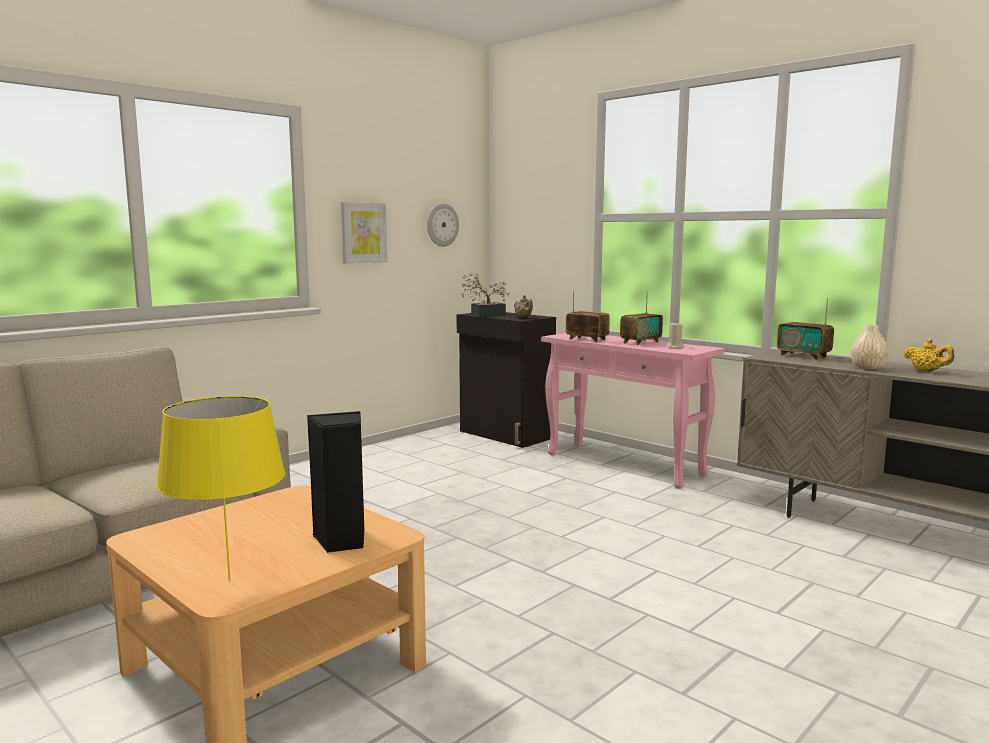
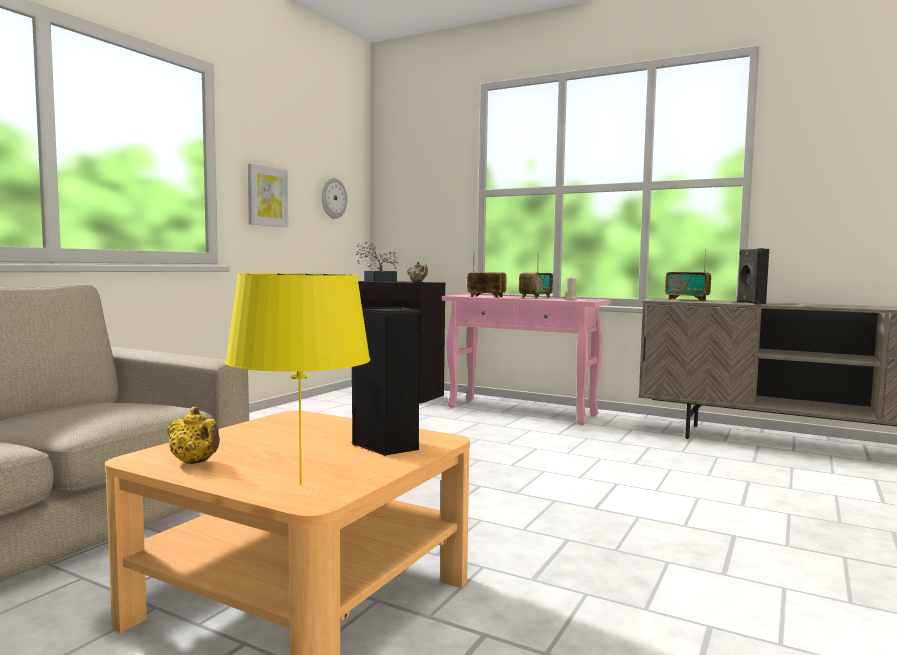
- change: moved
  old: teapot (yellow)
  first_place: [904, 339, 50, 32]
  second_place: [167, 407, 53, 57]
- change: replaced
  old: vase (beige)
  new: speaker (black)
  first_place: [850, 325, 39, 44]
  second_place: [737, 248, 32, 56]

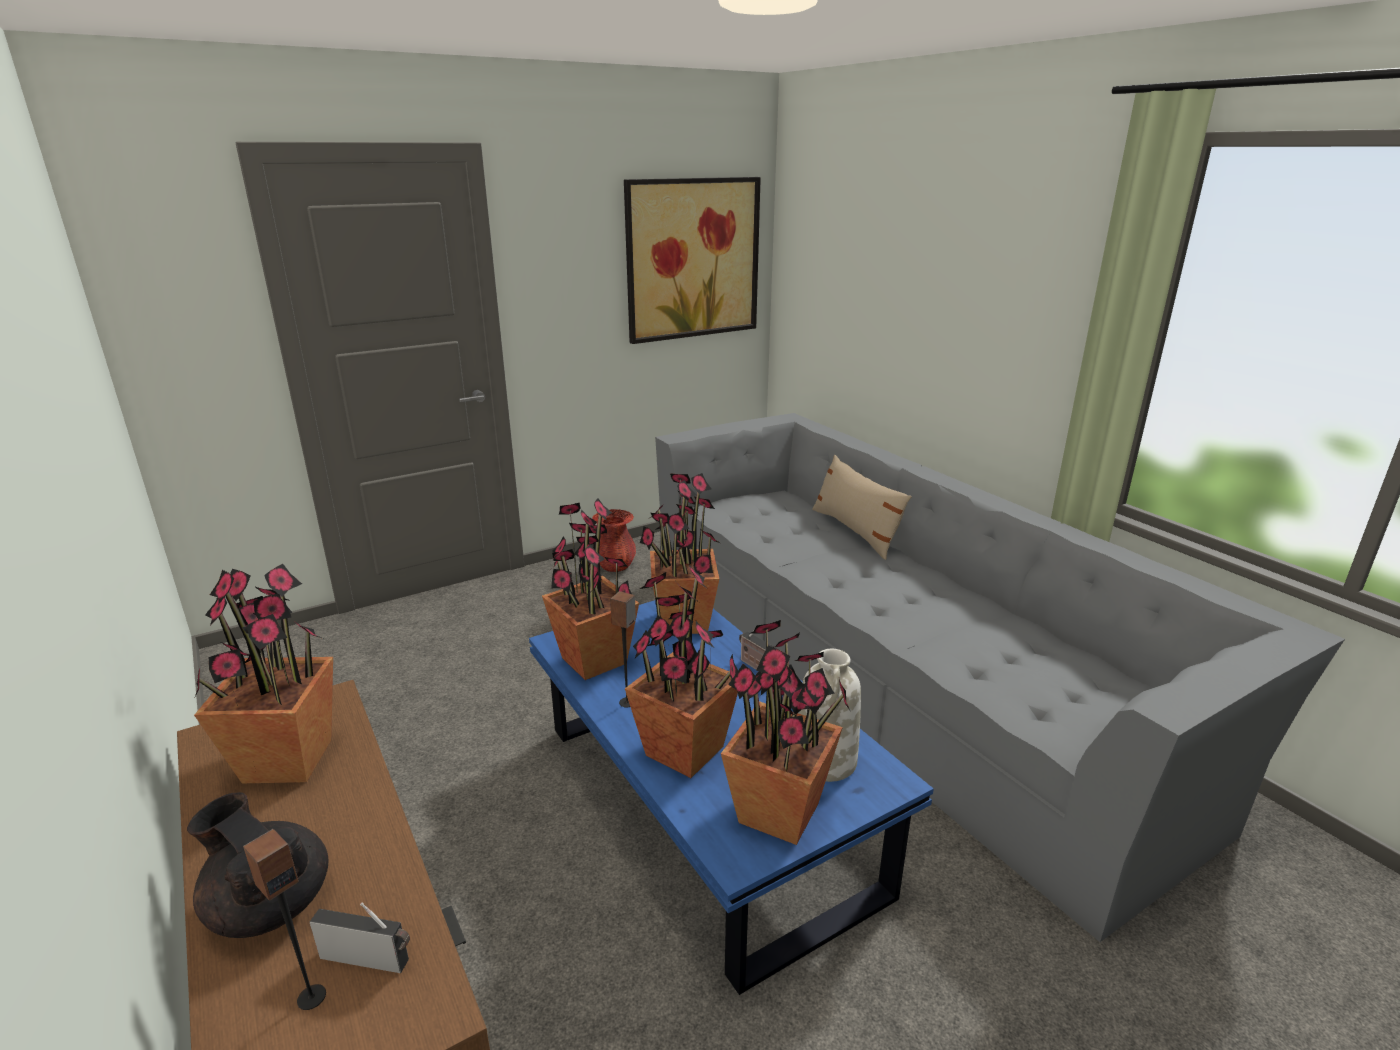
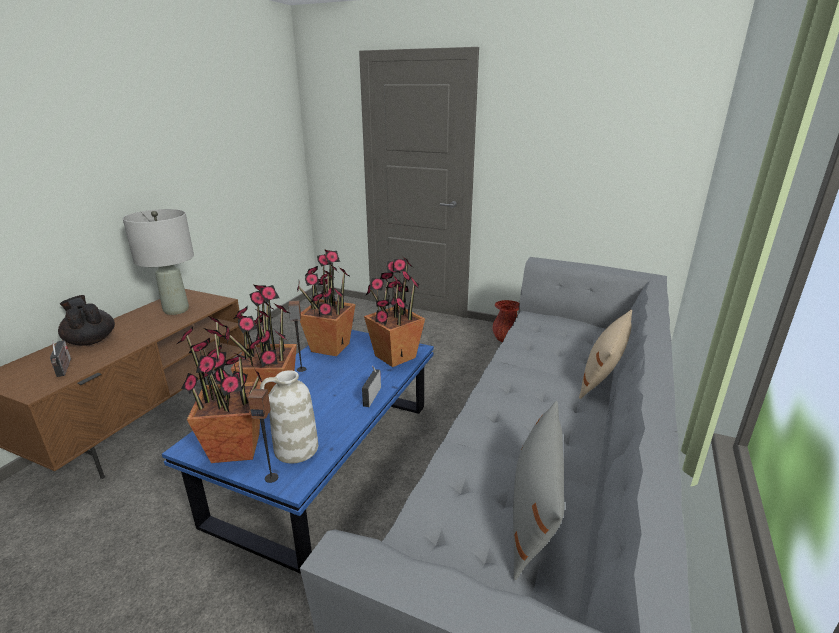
- change: removed
  old: picture
  first_place: [624, 177, 137, 167]
- change: added
  new: pillow (grey)
  second_place: [513, 401, 51, 179]
- change: moved
  old: speaker
  first_place: [243, 829, 83, 181]
  second_place: [248, 389, 30, 94]
- change: replaced
  old: potted plant
  new: table lamp (grey)
  first_place: [194, 563, 139, 220]
  second_place: [123, 209, 71, 106]
- change: turned
  old: teapot (black)
  first_place: [187, 792, 141, 146]
  second_place: [58, 295, 57, 51]
  degrees: -45

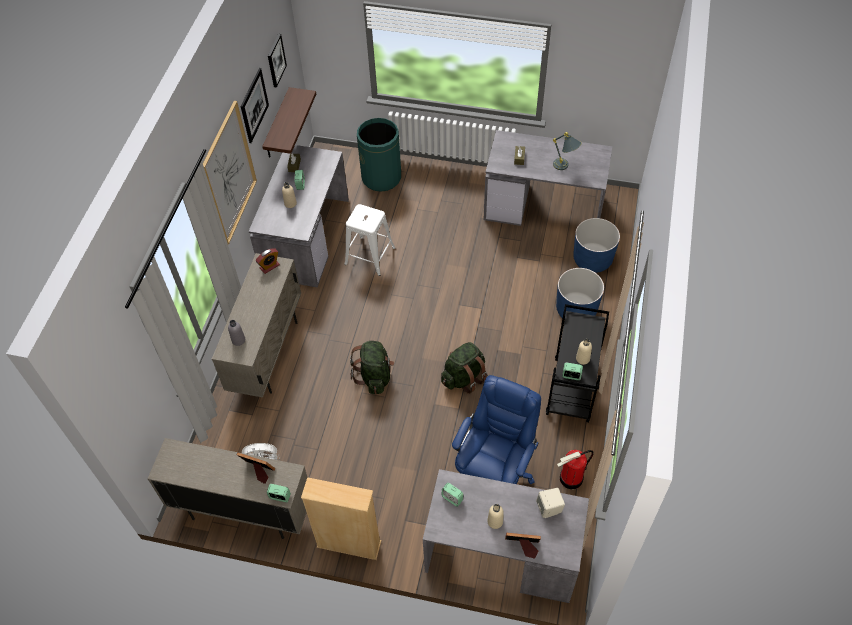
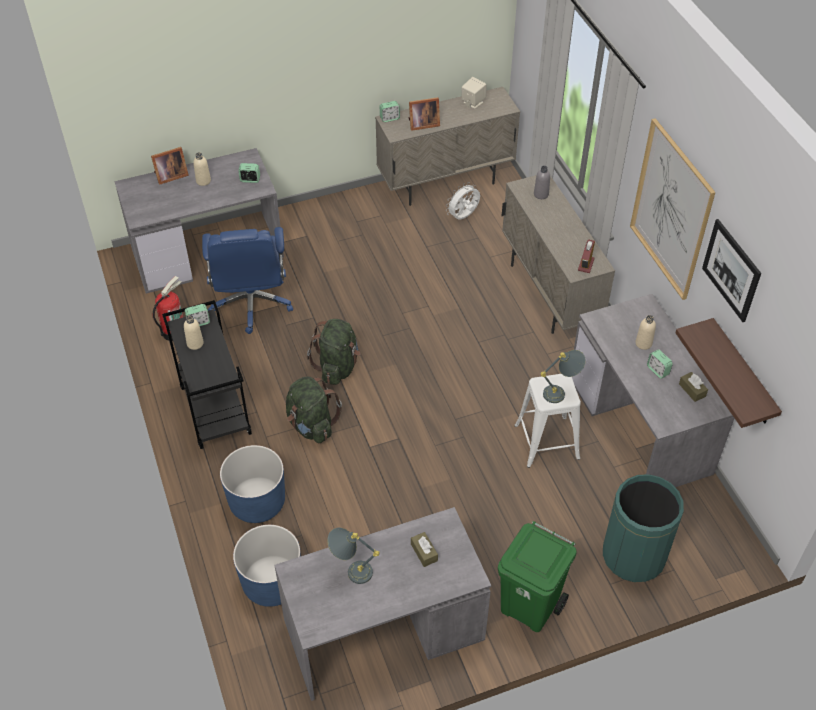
- change: removed
  old: picture
  first_place: [268, 34, 19, 54]
- change: removed
  old: bookcase (beige)
  first_place: [301, 477, 80, 83]
- change: added
  new: trash can (green)
  second_place: [498, 521, 79, 111]
- change: added
  new: table lamp (grey)
  second_place: [540, 350, 46, 53]
- change: moved
  old: backpack (green)
  first_place: [350, 341, 44, 53]
  second_place: [286, 376, 56, 67]
- change: moved
  old: speaker (beige)
  first_place: [536, 488, 29, 30]
  second_place: [461, 77, 25, 31]

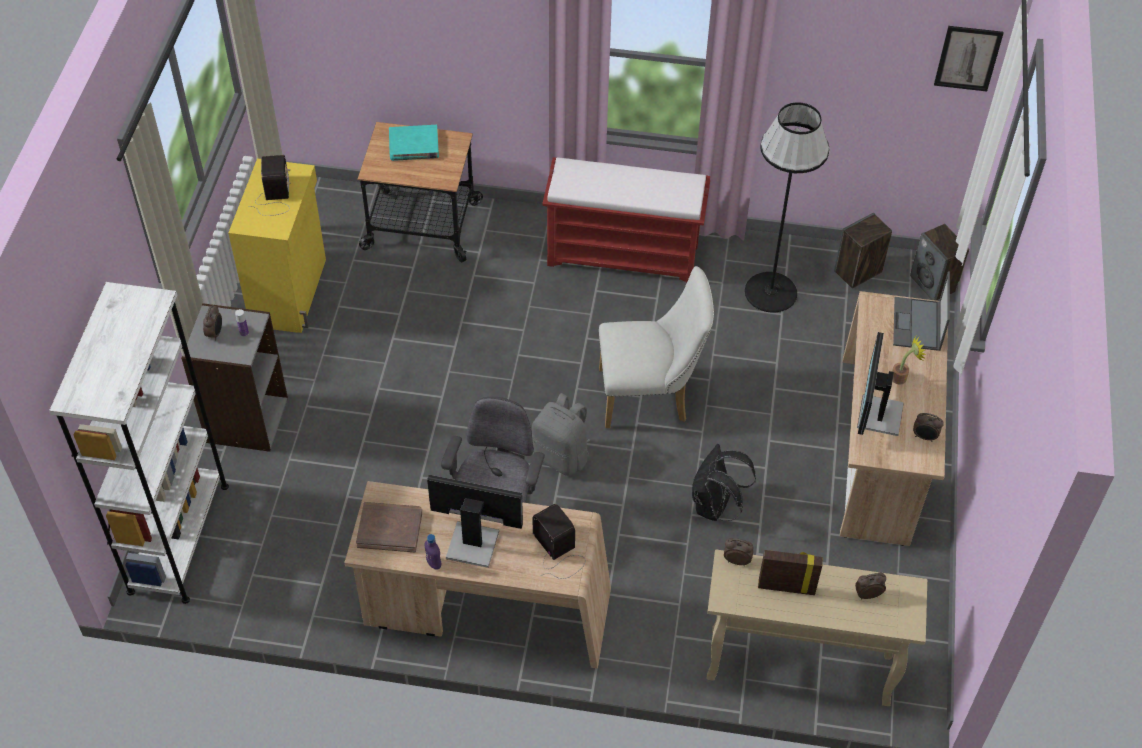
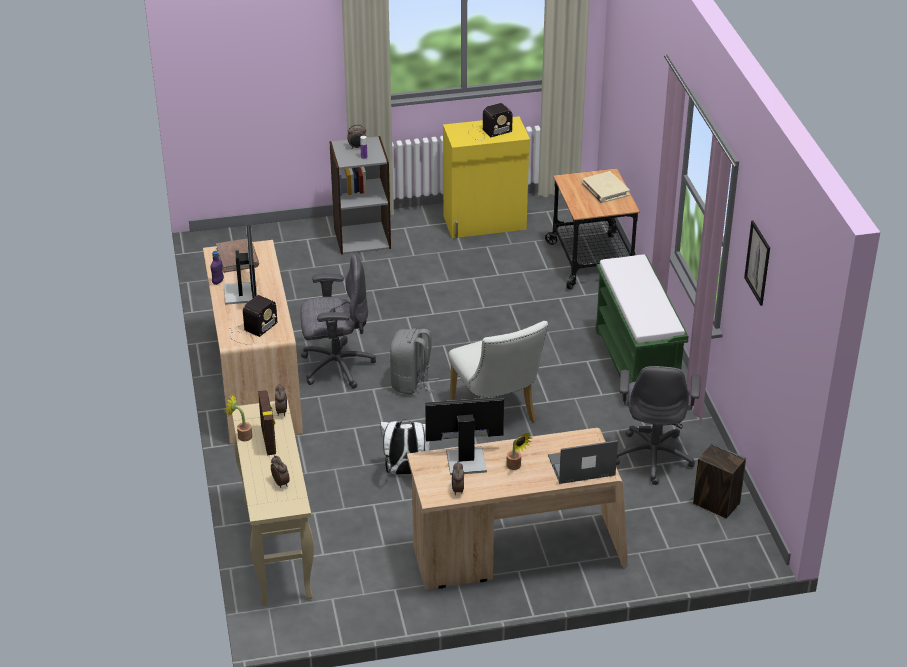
- change: removed
  old: bookcase (white)
  first_place: [49, 282, 180, 322]
- change: removed
  old: speaker
  first_place: [910, 224, 59, 77]
- change: added
  new: potted plant
  second_place: [225, 395, 27, 46]
- change: moved
  old: picture
  first_place: [934, 26, 70, 66]
  second_place: [744, 221, 26, 85]
- change: replaced
  old: floor lamp (black)
  new: office chair (grey)
  first_place: [745, 102, 84, 210]
  second_place: [616, 366, 85, 119]
- change: recoloured
  old: book (turquoise)
  new: book (beige)
  first_place: [389, 125, 50, 36]
  second_place: [582, 171, 48, 32]
- change: recoloured
  old: bench (red)
  new: bench (green)
  first_place: [542, 157, 168, 126]
  second_place: [595, 255, 93, 129]
- change: recoloured
  old: backpack (black)
  new: backpack (white)
  first_place: [692, 444, 64, 77]
  second_place: [380, 419, 50, 56]

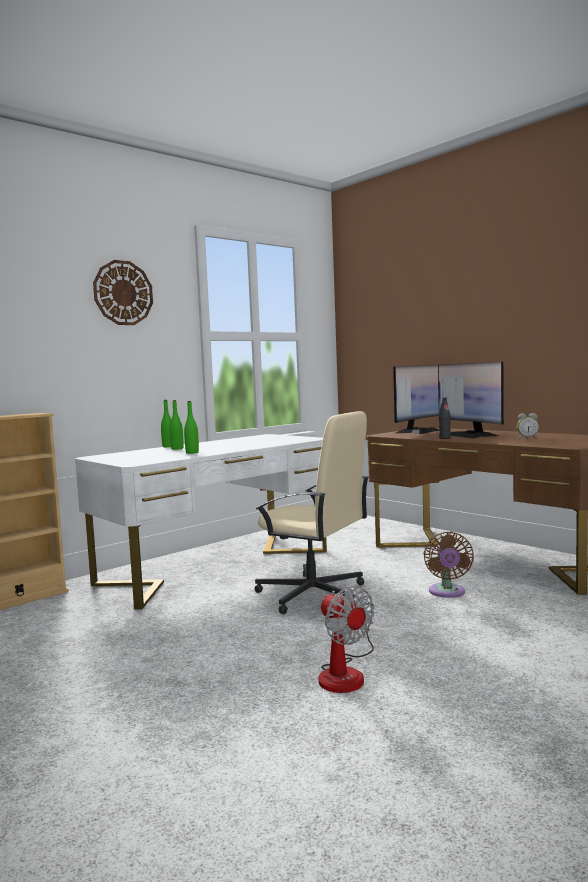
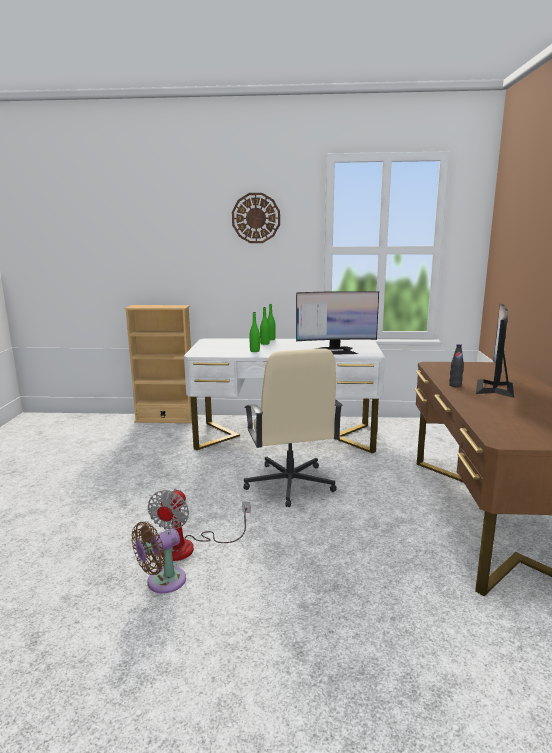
- change: removed
  old: alarm clock
  first_place: [517, 413, 22, 26]
- change: moved
  old: monitor
  first_place: [393, 365, 46, 69]
  second_place: [296, 291, 83, 64]
- change: moved
  old: fan (brown)
  first_place: [424, 531, 50, 67]
  second_place: [131, 522, 55, 71]

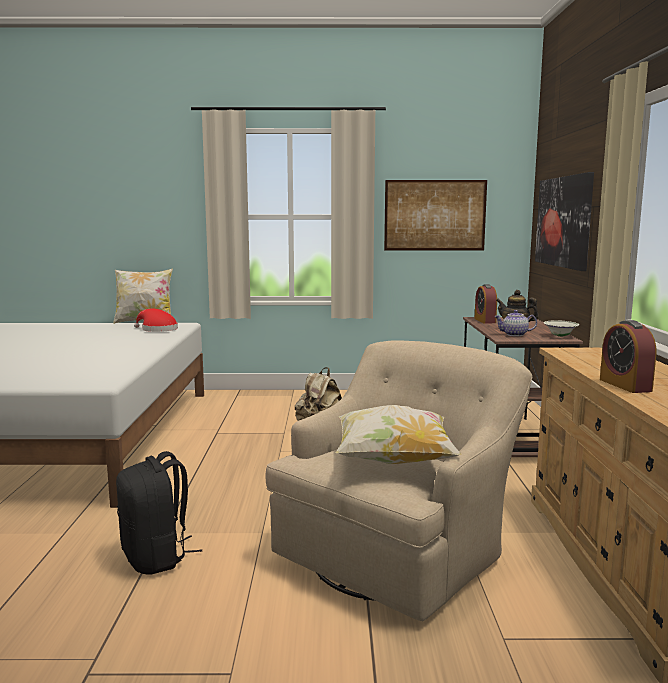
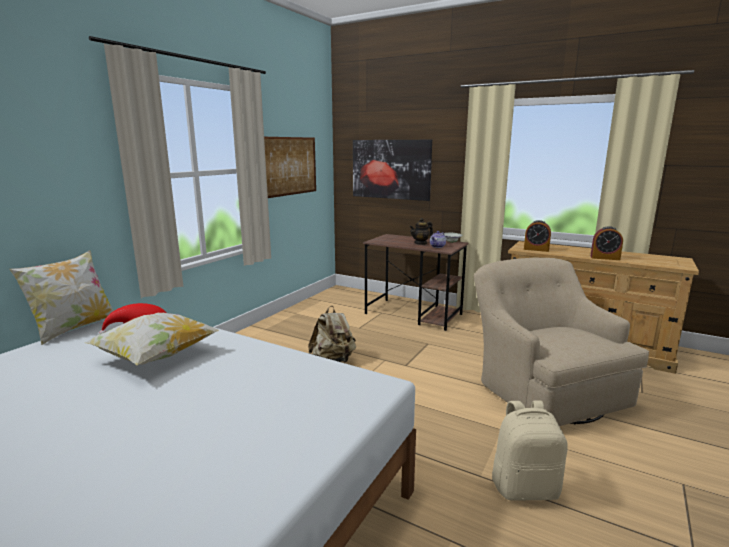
- change: moved
  old: pillow
  first_place: [336, 405, 126, 59]
  second_place: [85, 313, 134, 52]
- change: moved
  old: alarm clock
  first_place: [474, 284, 23, 39]
  second_place: [524, 220, 27, 32]
- change: recoloured
  old: backpack (black)
  new: backpack (beige)
  first_place: [116, 451, 86, 123]
  second_place: [492, 400, 76, 101]

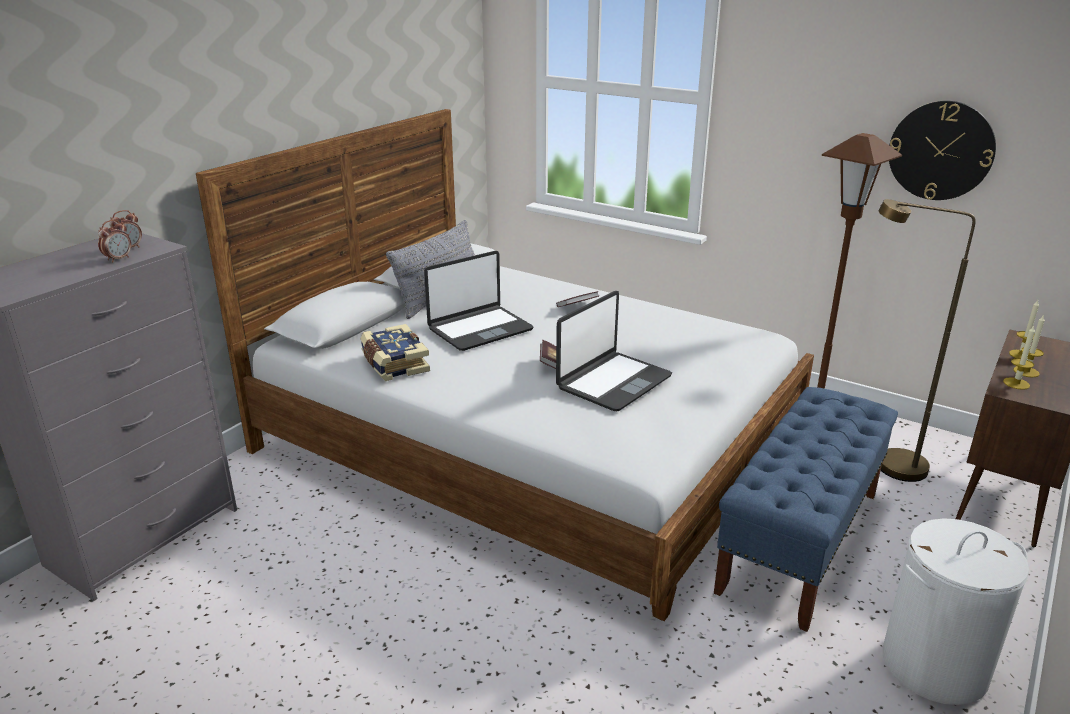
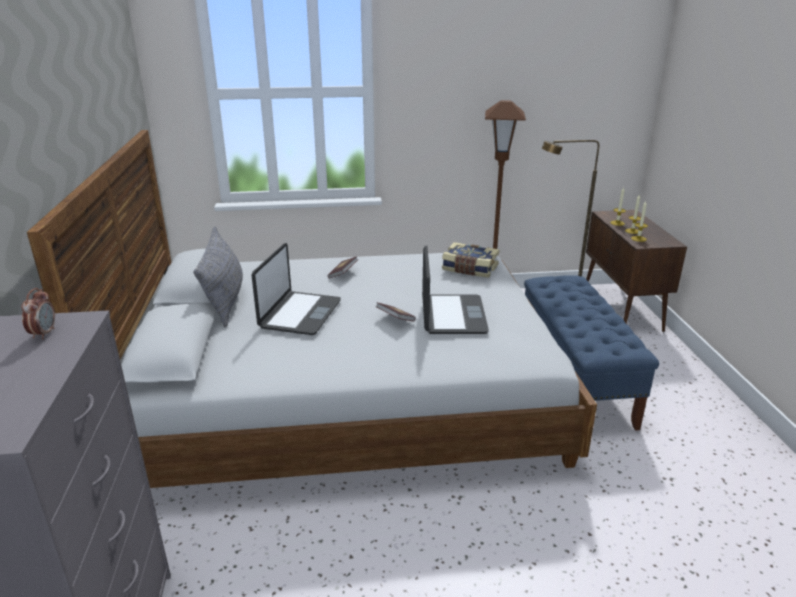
- change: removed
  old: alarm clock
  first_place: [98, 220, 33, 43]
- change: removed
  old: laundry basket (white)
  first_place: [883, 518, 146, 187]
- change: removed
  old: wall clock
  first_place: [889, 101, 107, 99]
- change: moved
  old: book
  first_place: [361, 324, 69, 57]
  second_place: [442, 242, 57, 36]

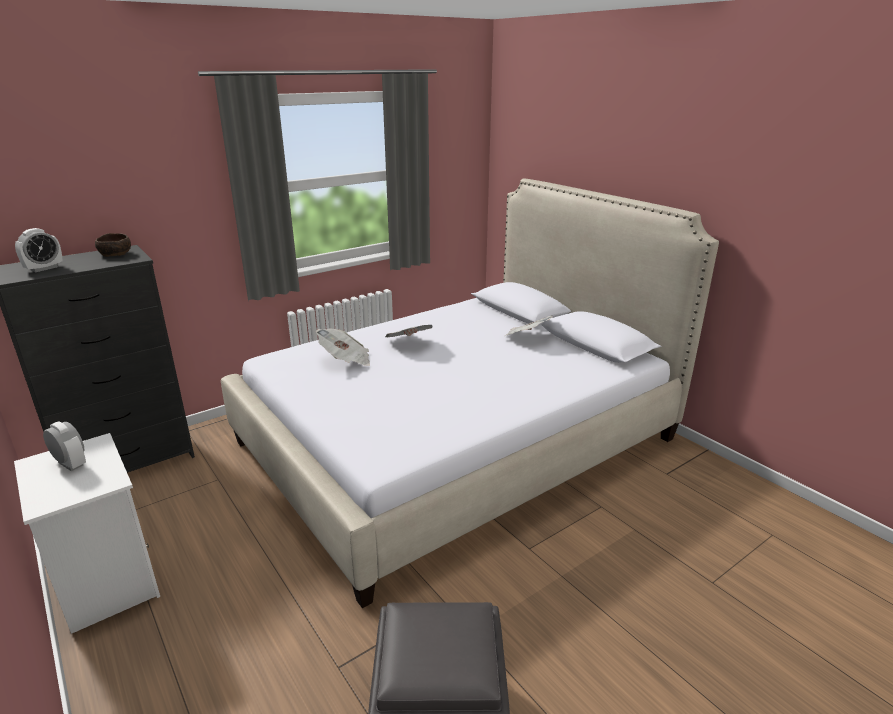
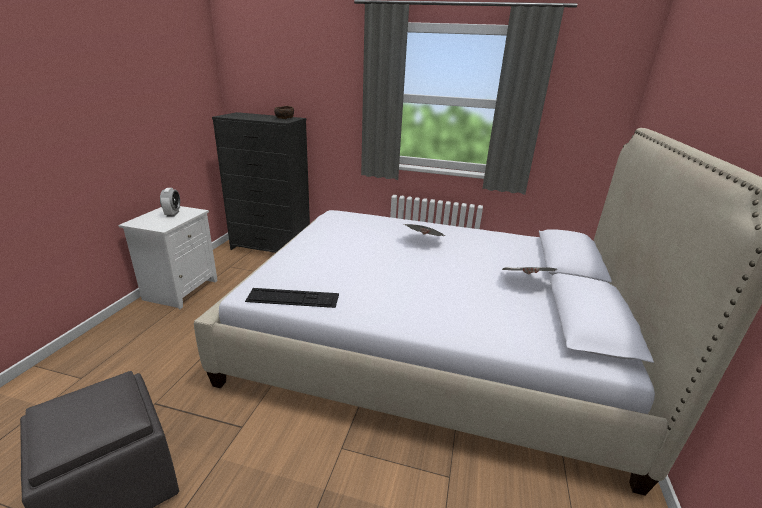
- change: removed
  old: alarm clock
  first_place: [15, 228, 48, 44]
- change: removed
  old: newspaper
  first_place: [316, 329, 54, 37]
- change: added
  new: keyboard
  second_place: [245, 288, 94, 20]

